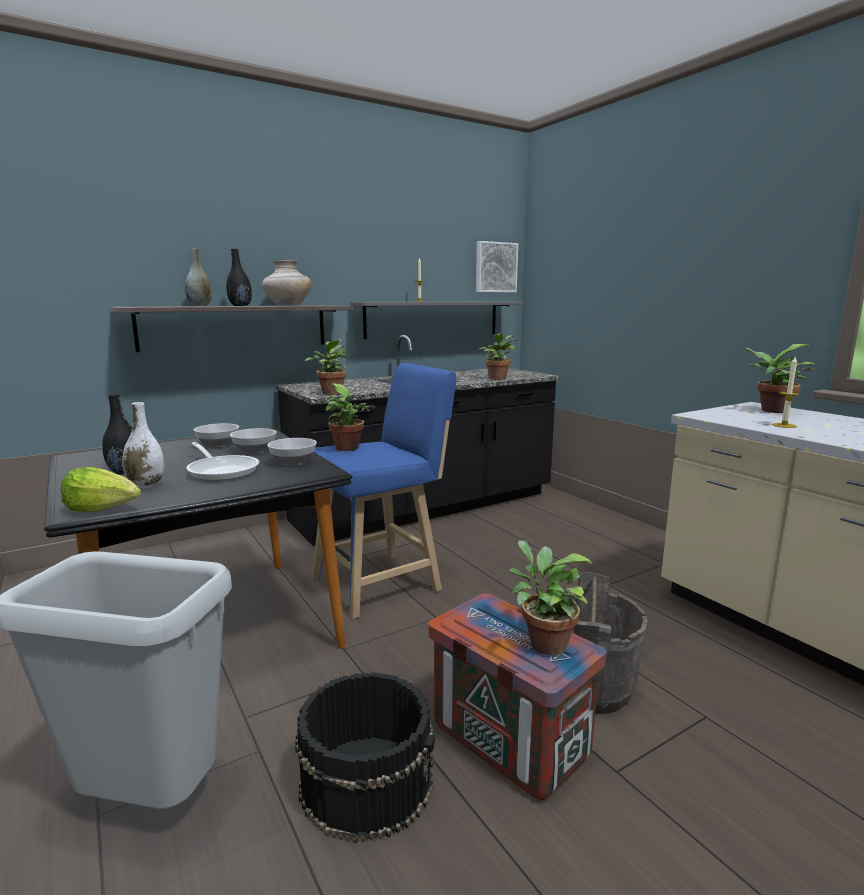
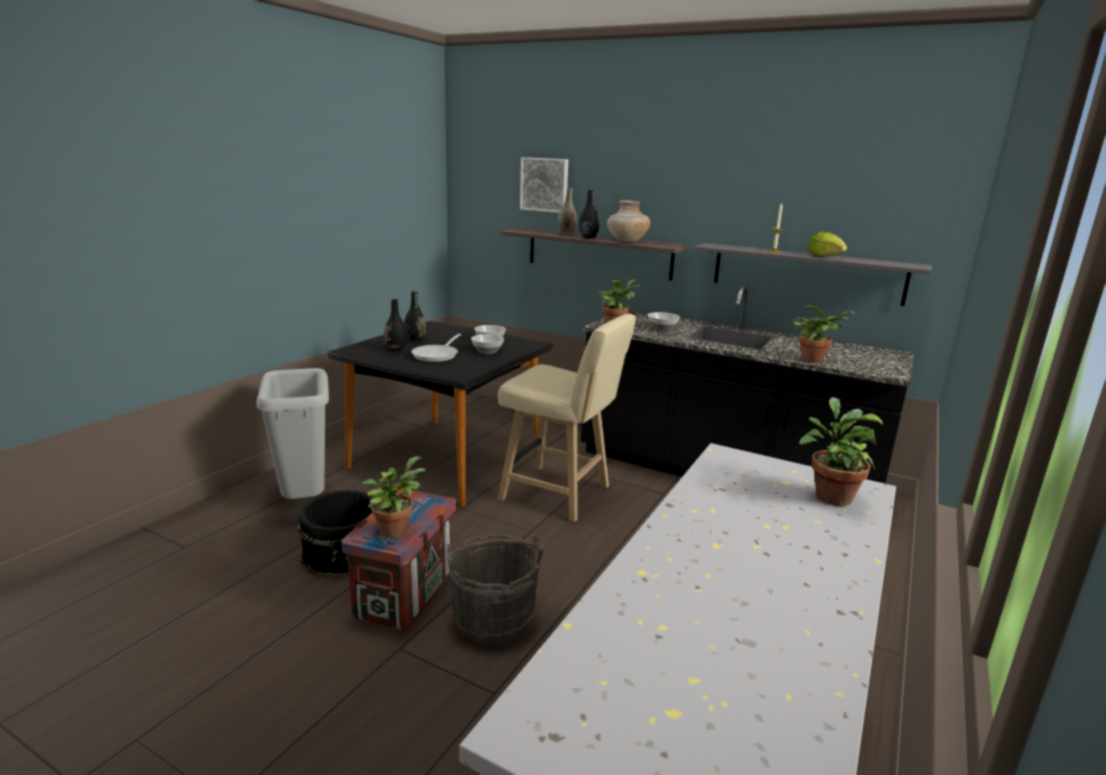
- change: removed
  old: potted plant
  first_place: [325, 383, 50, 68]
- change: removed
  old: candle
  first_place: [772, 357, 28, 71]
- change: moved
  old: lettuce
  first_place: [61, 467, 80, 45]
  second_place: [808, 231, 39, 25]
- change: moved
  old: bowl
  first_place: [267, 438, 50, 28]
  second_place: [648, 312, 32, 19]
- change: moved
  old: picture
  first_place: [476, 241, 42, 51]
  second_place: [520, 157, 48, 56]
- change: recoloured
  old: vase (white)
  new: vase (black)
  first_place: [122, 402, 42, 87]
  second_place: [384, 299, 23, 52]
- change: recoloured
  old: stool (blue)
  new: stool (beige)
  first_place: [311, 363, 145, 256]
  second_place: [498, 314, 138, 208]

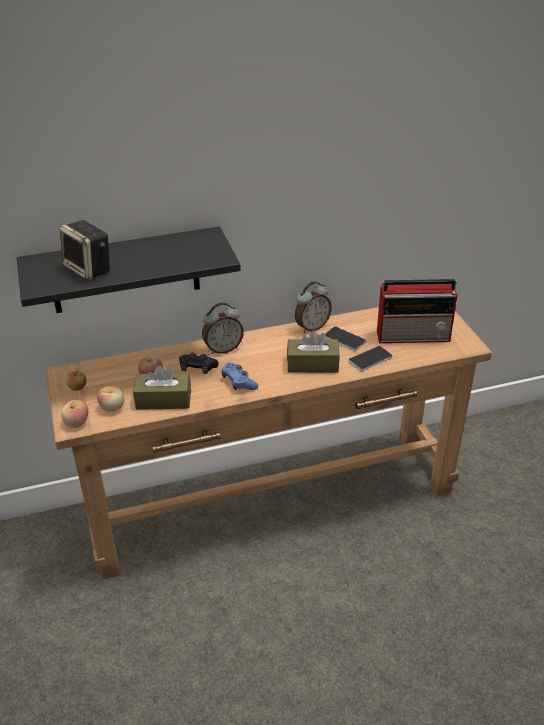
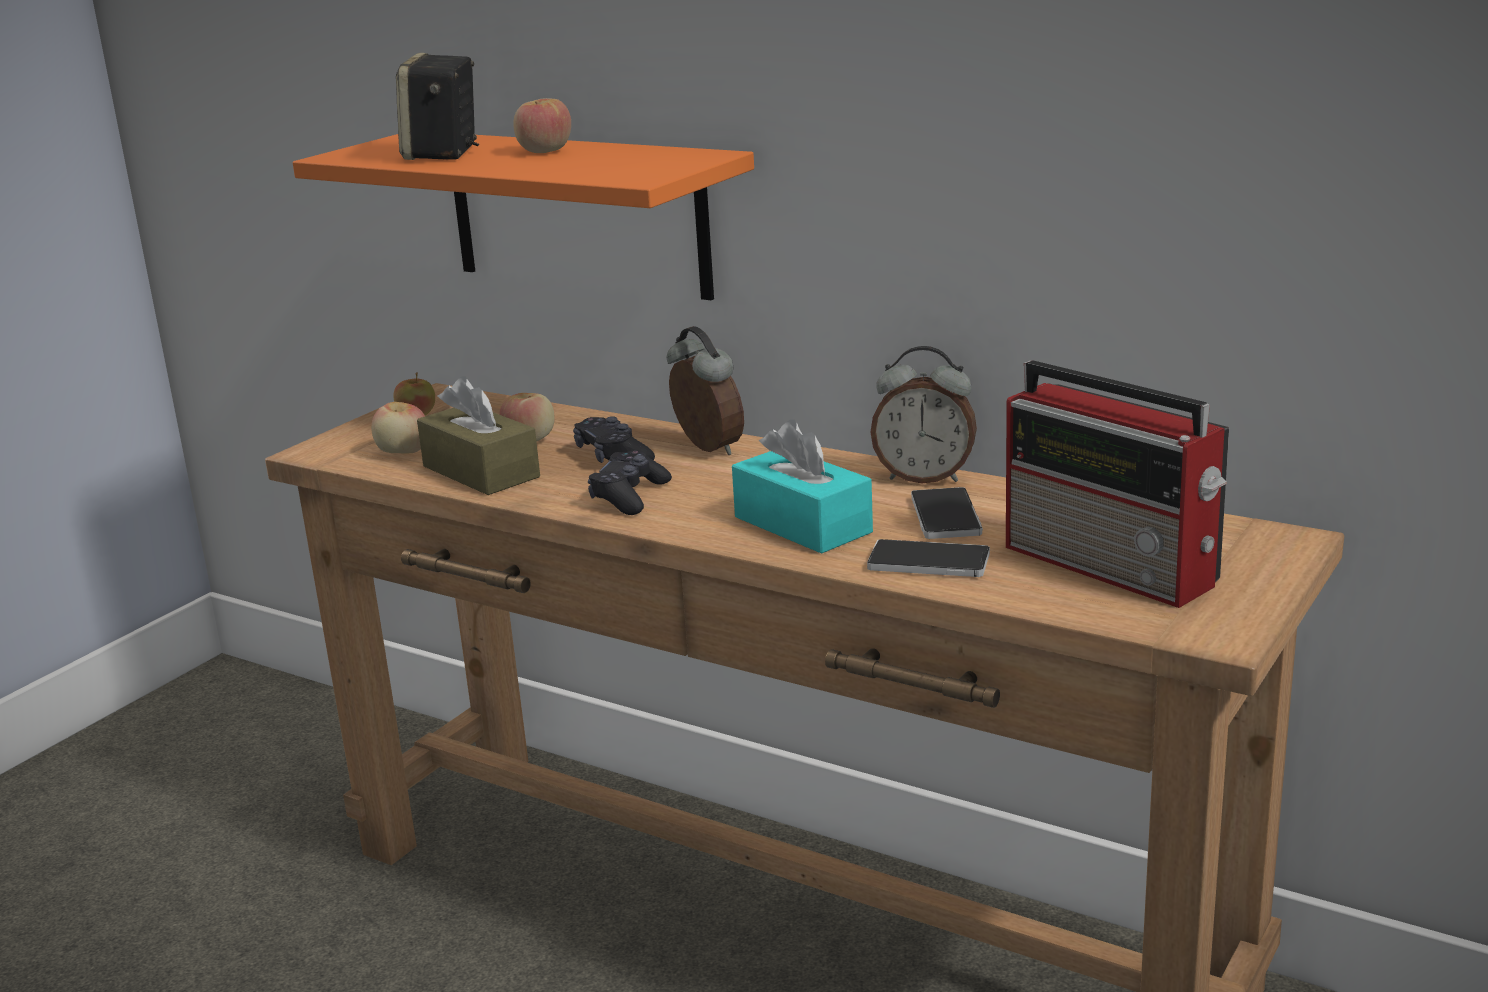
- change: moved
  old: apple
  first_place: [61, 400, 27, 28]
  second_place: [513, 98, 58, 55]
- change: recoloured
  old: shelf (black)
  new: shelf (orange)
  first_place: [17, 226, 224, 87]
  second_place: [293, 134, 461, 166]
- change: recoloured
  old: game controller (blue)
  new: game controller (black)
  first_place: [221, 363, 37, 27]
  second_place: [588, 450, 84, 65]
- change: recoloured
  old: tissue box (brown)
  new: tissue box (turquoise)
  first_place: [287, 331, 53, 42]
  second_place: [732, 419, 141, 135]
- change: turned
  old: alarm clock
  first_place: [202, 302, 42, 52]
  second_place: [667, 326, 77, 129]
  degrees: -150

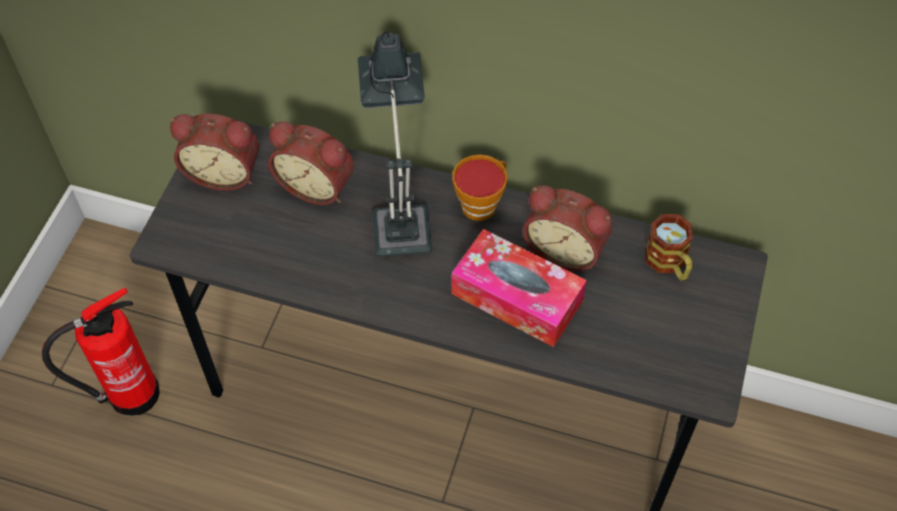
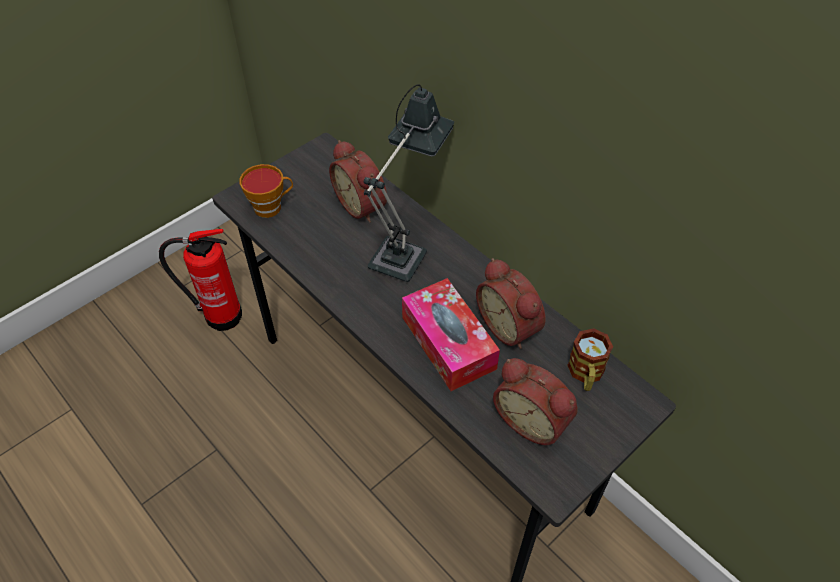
- change: moved
  old: alarm clock
  first_place: [170, 114, 89, 77]
  second_place: [493, 358, 84, 87]
- change: moved
  old: cup
  first_place: [452, 154, 55, 67]
  second_place: [240, 164, 53, 54]

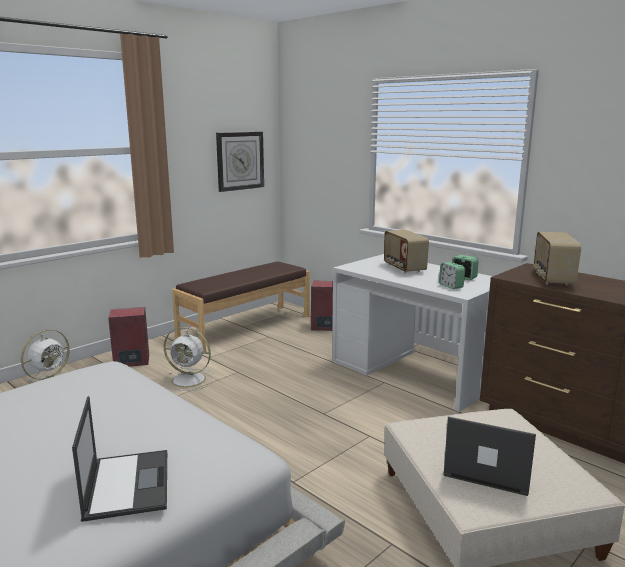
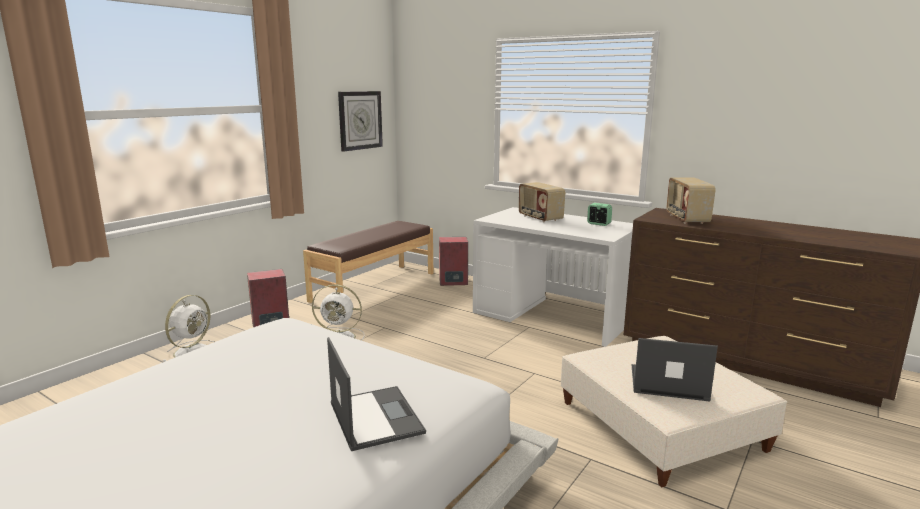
- change: removed
  old: alarm clock
  first_place: [439, 262, 26, 27]

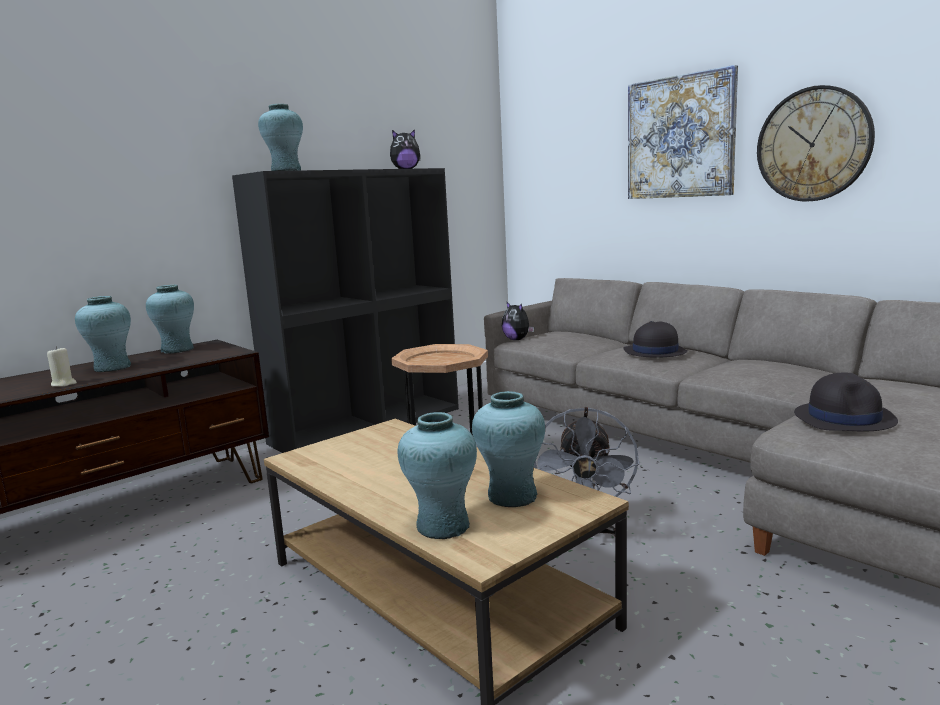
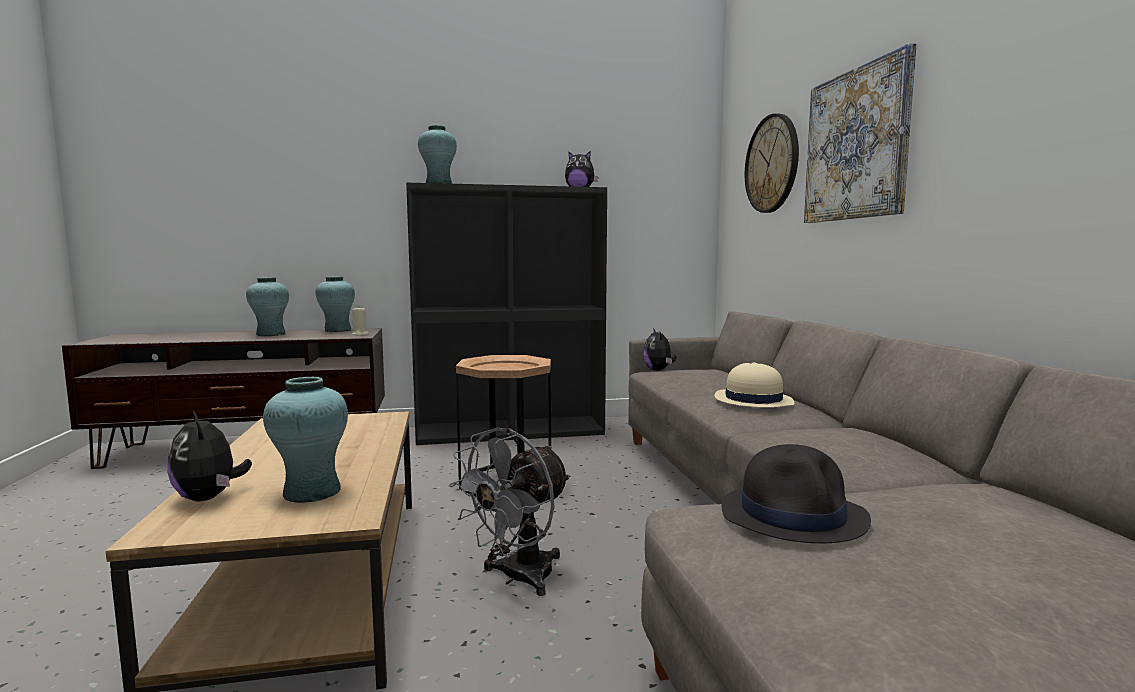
- change: moved
  old: candle (beige)
  first_place: [47, 346, 30, 41]
  second_place: [352, 308, 17, 28]
- change: moved
  old: wall clock
  first_place: [757, 85, 118, 117]
  second_place: [745, 113, 54, 100]
- change: replaced
  old: vase (turquoise)
  new: plush toy
  first_place: [398, 412, 79, 127]
  second_place: [167, 411, 85, 90]
- change: recoloured
  old: hat (black)
  new: hat (beige)
  first_place: [623, 321, 65, 37]
  second_place: [714, 362, 80, 46]

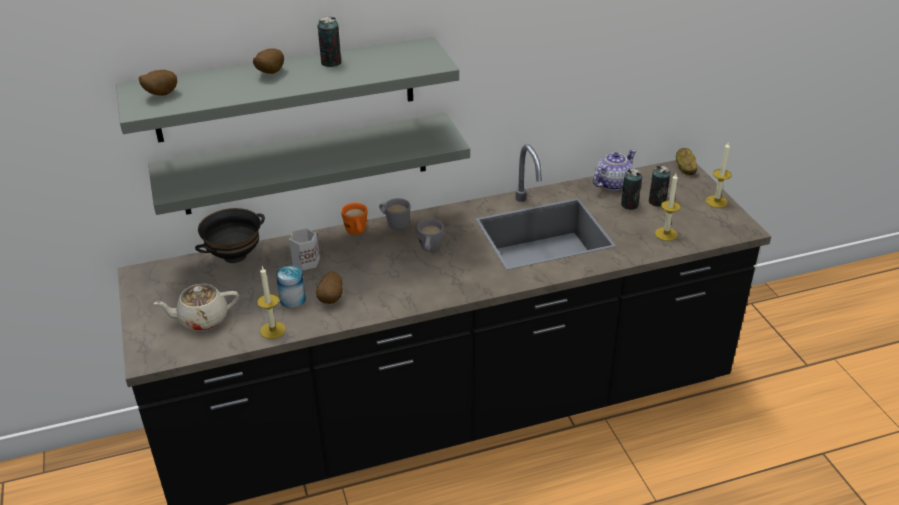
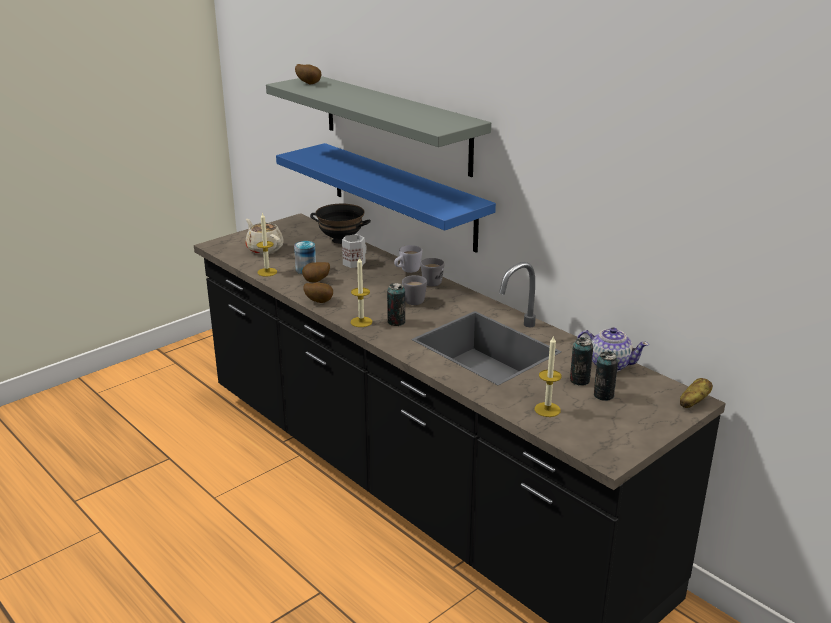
- change: moved
  old: potato
  first_place: [253, 48, 31, 26]
  second_place: [303, 282, 30, 21]
- change: moved
  old: can
  first_place: [317, 16, 24, 51]
  second_place: [387, 283, 18, 43]
- change: moved
  old: candle
  first_place: [706, 141, 26, 67]
  second_place: [351, 256, 21, 71]
- change: recoloured
  old: shelf (grey)
  new: shelf (blue)
  first_place: [148, 113, 322, 102]
  second_place: [276, 143, 220, 110]
- change: recoloured
  old: mug (orange)
  new: mug (white)
  first_place: [341, 203, 26, 32]
  second_place: [394, 245, 28, 28]

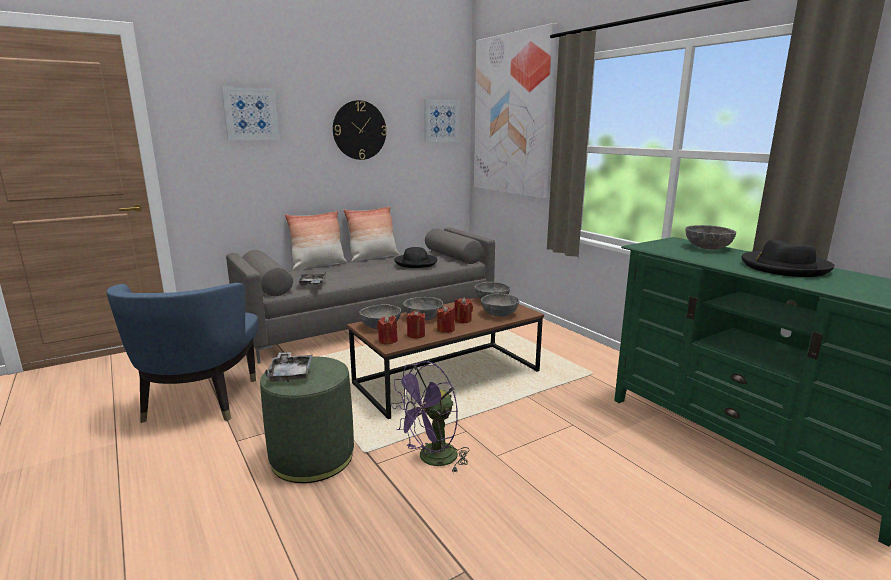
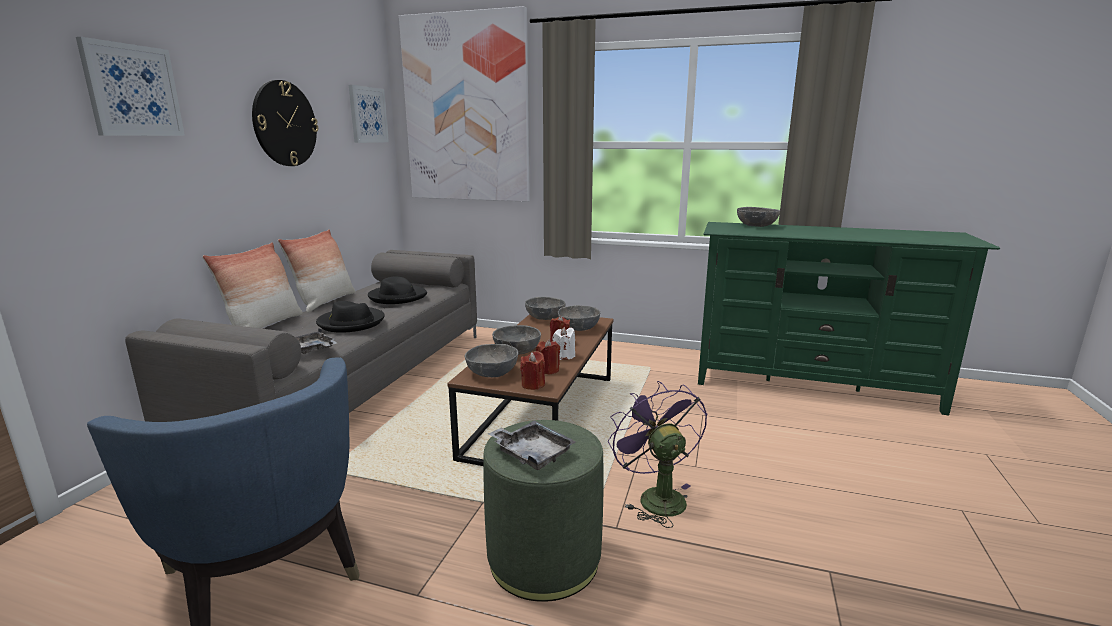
- change: moved
  old: hat (black)
  first_place: [741, 240, 94, 37]
  second_place: [316, 301, 69, 32]
- change: recoloured
  old: candle (red)
  new: candle (white)
  first_place: [437, 305, 18, 28]
  second_place: [552, 327, 23, 33]
- change: turned
  old: fan (purple)
  first_place: [391, 361, 79, 112]
  second_place: [608, 381, 99, 147]
  degrees: 150

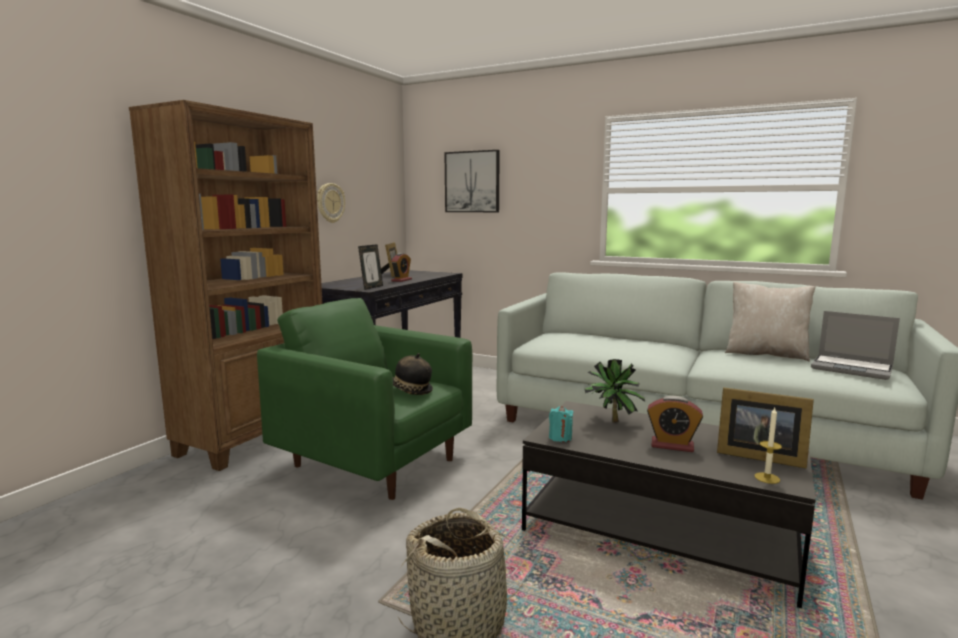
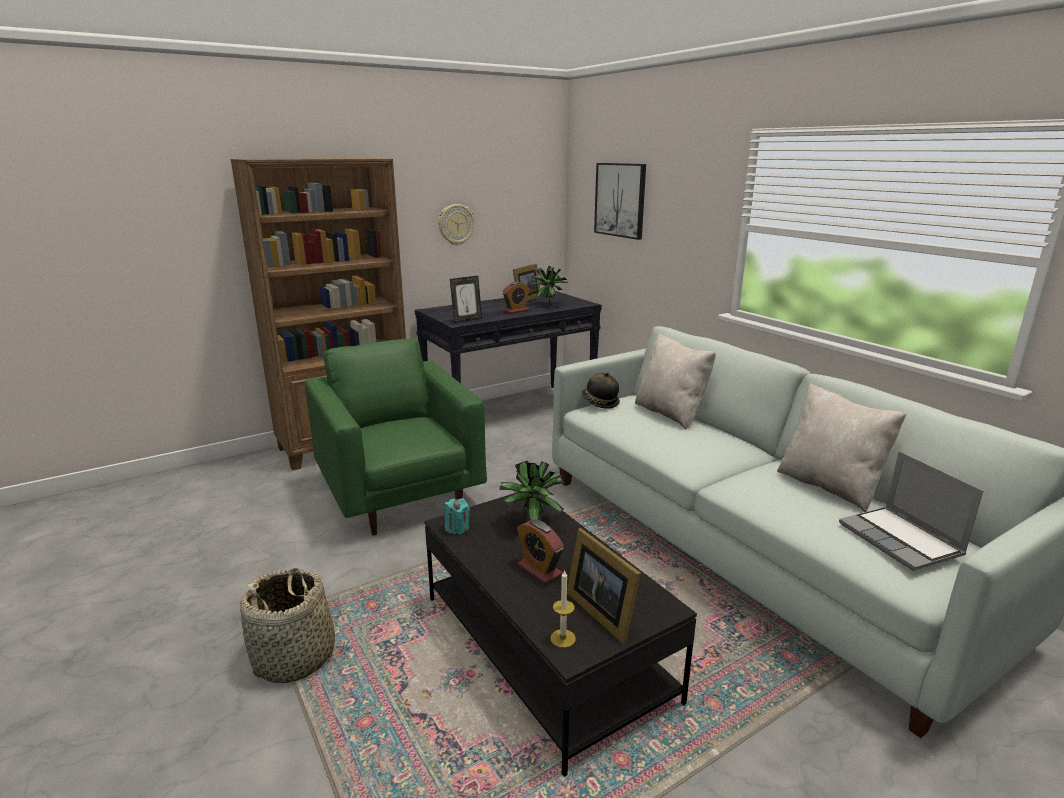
- change: added
  new: potted plant
  second_place: [530, 266, 38, 40]
- change: added
  new: pillow (beige)
  second_place: [635, 333, 81, 97]
- change: moved
  old: hat
  first_place: [393, 353, 40, 42]
  second_place: [582, 372, 38, 37]

